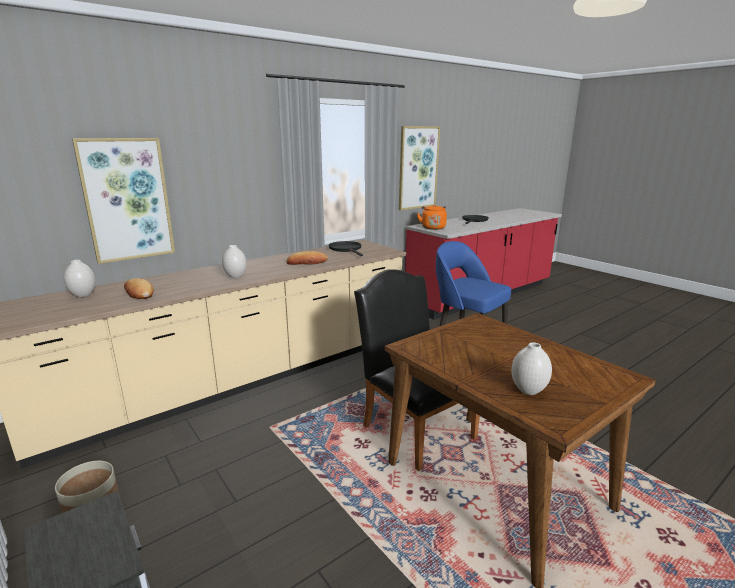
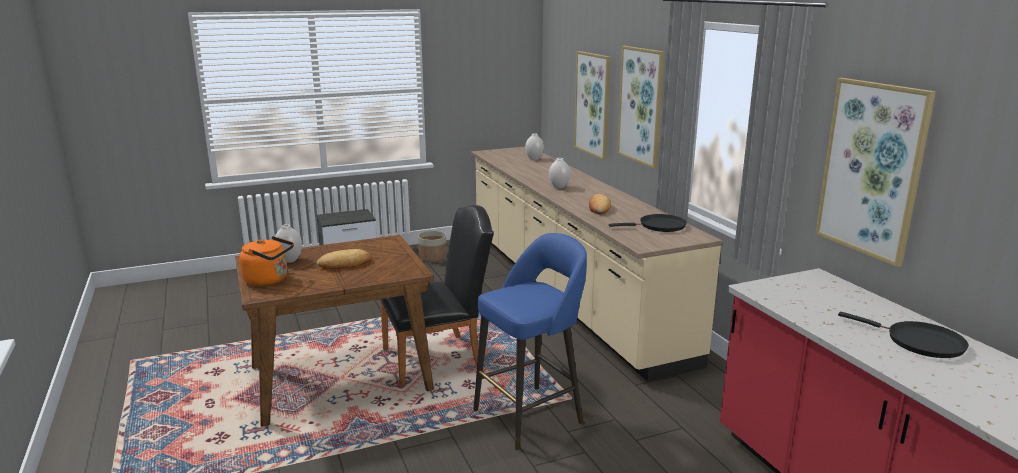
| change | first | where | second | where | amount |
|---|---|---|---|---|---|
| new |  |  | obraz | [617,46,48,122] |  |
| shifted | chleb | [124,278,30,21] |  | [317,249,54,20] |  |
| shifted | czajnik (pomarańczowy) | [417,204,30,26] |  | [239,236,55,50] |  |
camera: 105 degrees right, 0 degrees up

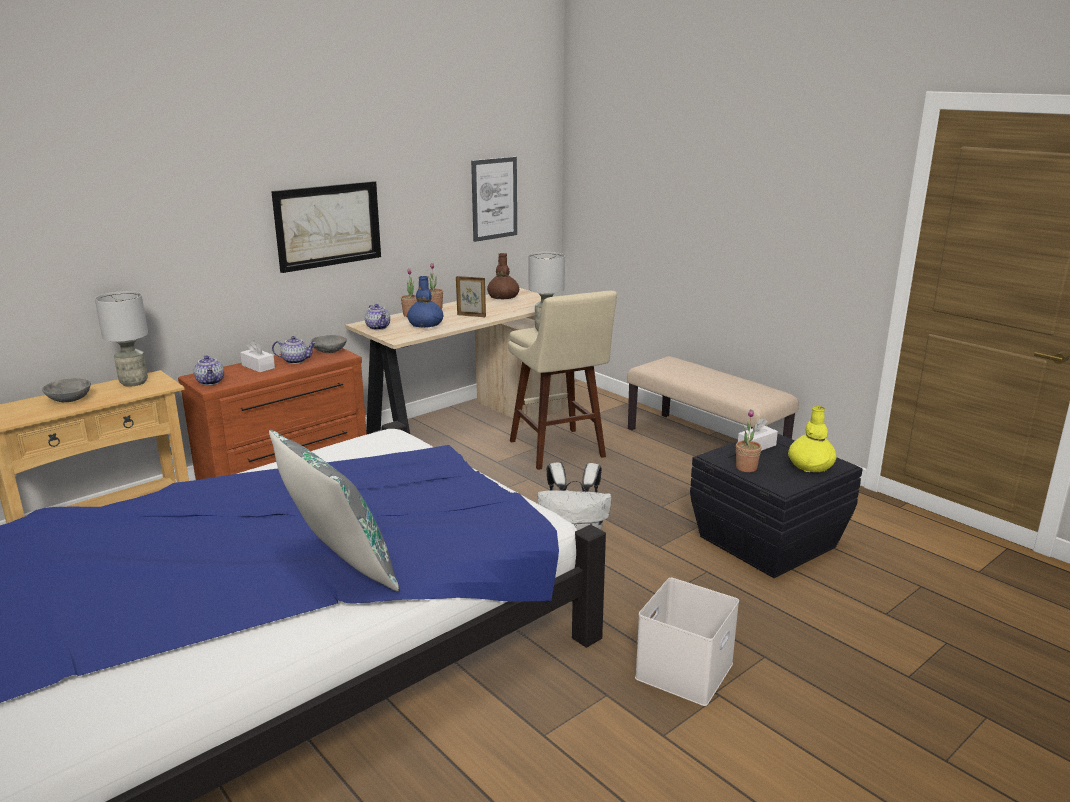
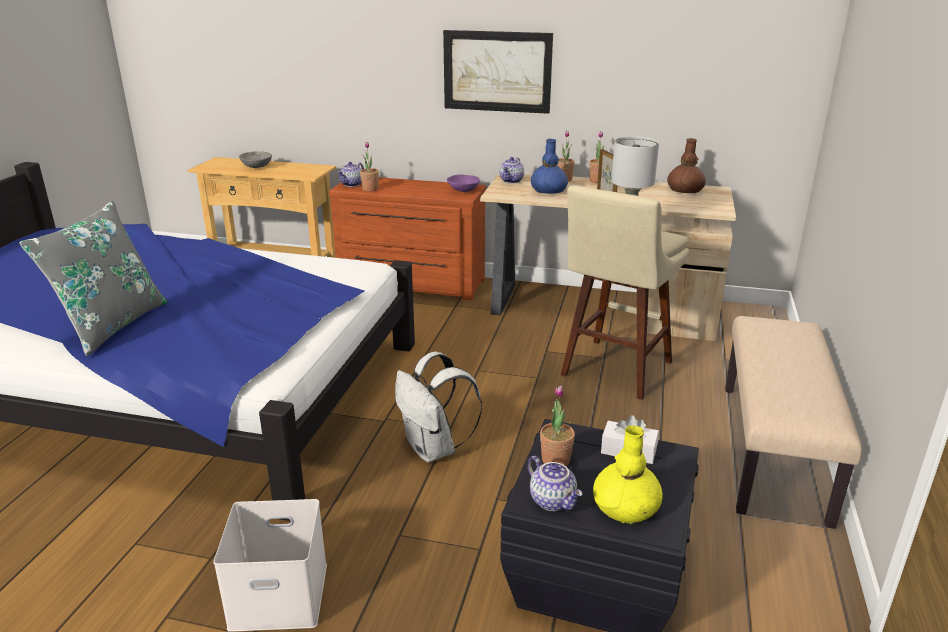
| change | first | where | second | where | amount |
|---|---|---|---|---|---|
| gone | lampa stołowa (szary) | [95,291,53,96] |  |  |  |
| gone | pudełko chusteczek (biały) | [240,340,35,32] |  |  |  |
| gone | obraz | [471,157,46,85] |  |  |  |
| new |  |  | roślina doniczkowa | [360,142,19,50] |  |
| shifted | imbryk | [272,336,44,28] |  | [527,456,55,55] |  |
| repainted | miska (szary) | [311,335,36,18] | miska (fioletowy) | [447,175,33,17] |  |
camera: 55 degrees right, 5 degrees up

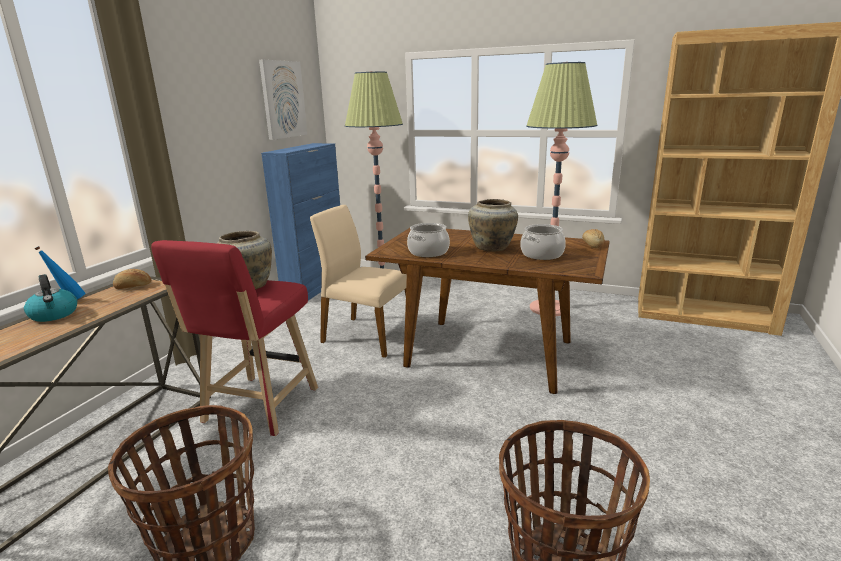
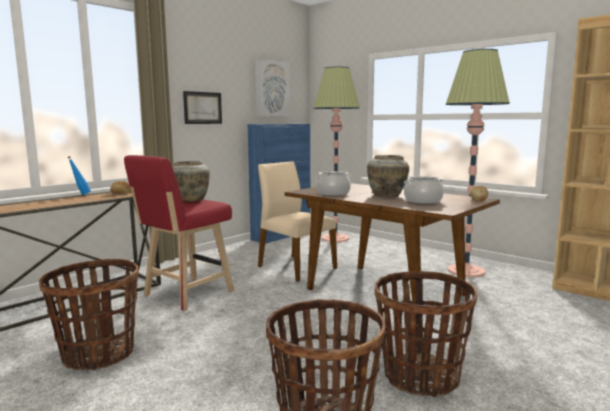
| change | first | where | second | where | amount |
|---|---|---|---|---|---|
| gone | czajnik | [24,274,53,48] |  |  |  |
| new |  |  | obraz | [183,91,39,33] |  |
| new |  |  | koszyk | [374,271,104,126] |  |
camera: 20 degrees right, 10 degrees down

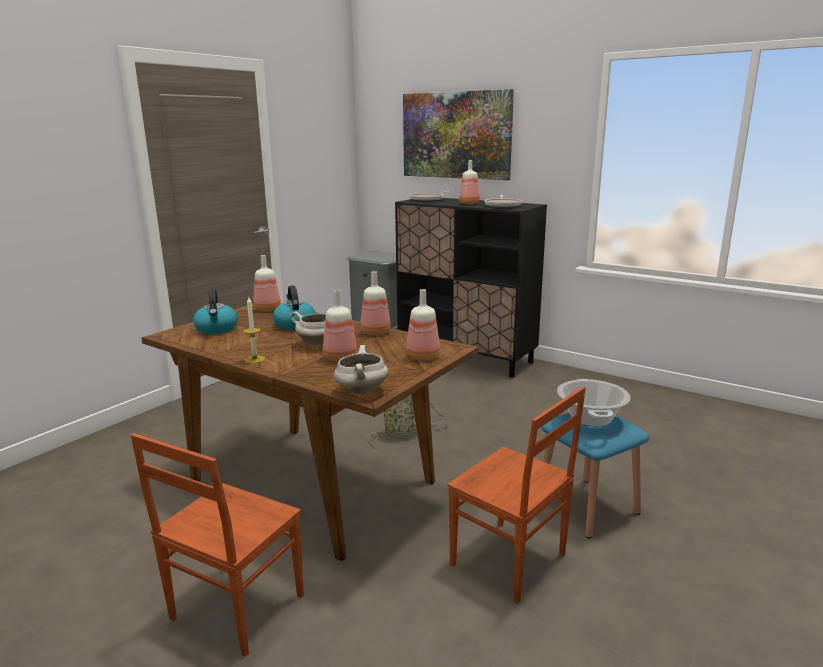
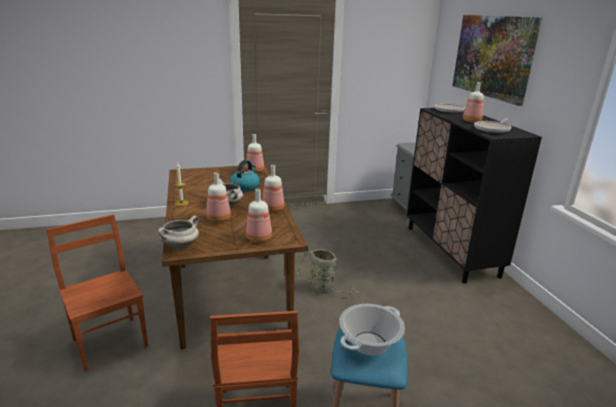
| change | first | where | second | where | amount |
|---|---|---|---|---|---|
| gone | czajnik | [193,289,45,45] |  |  |  |
| rotated | krzesło (brązowy) | [131,433,173,224] |  | [46,214,102,158] | 75 degrees clockwise |
camera: 40 degrees right, 5 degrees up

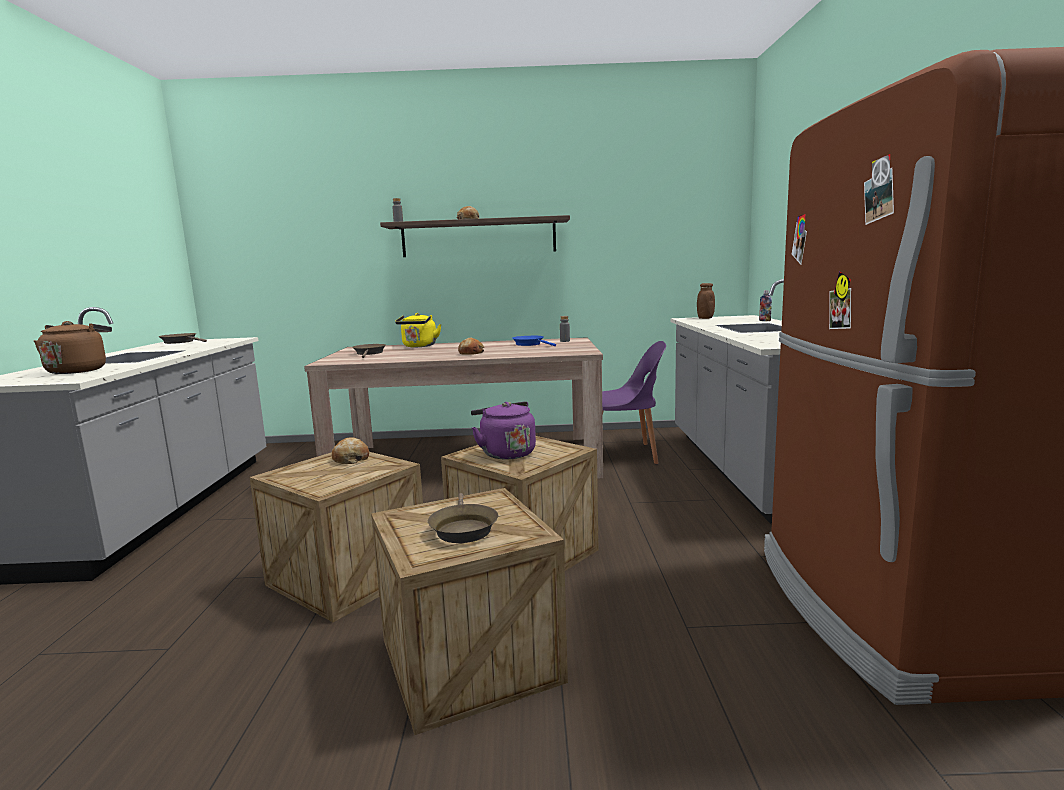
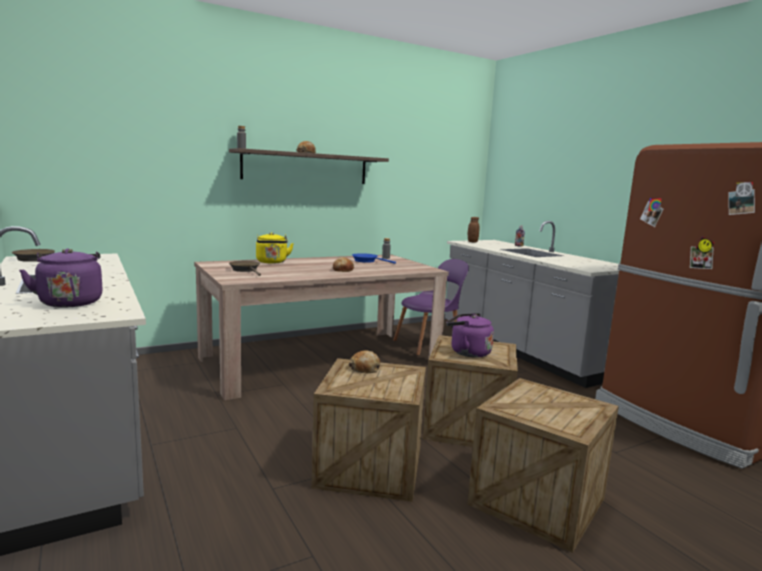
| change | first | where | second | where | amount |
|---|---|---|---|---|---|
| gone | patelnia (brązowy) | [428,493,70,50] |  |  |  |
| repainted | czajnik (brązowy) | [34,321,78,53] | czajnik (fioletowy) | [19,248,84,59] |  |
camera: 30 degrees left, 0 degrees up

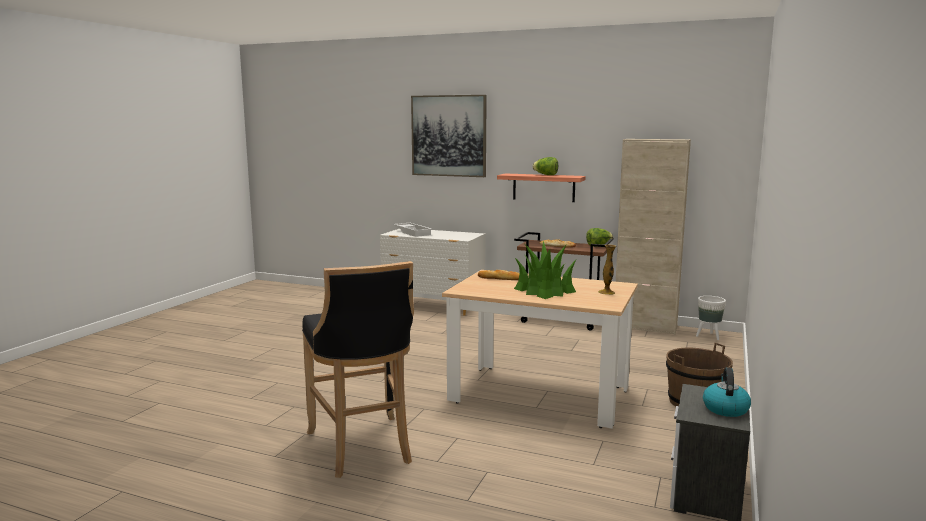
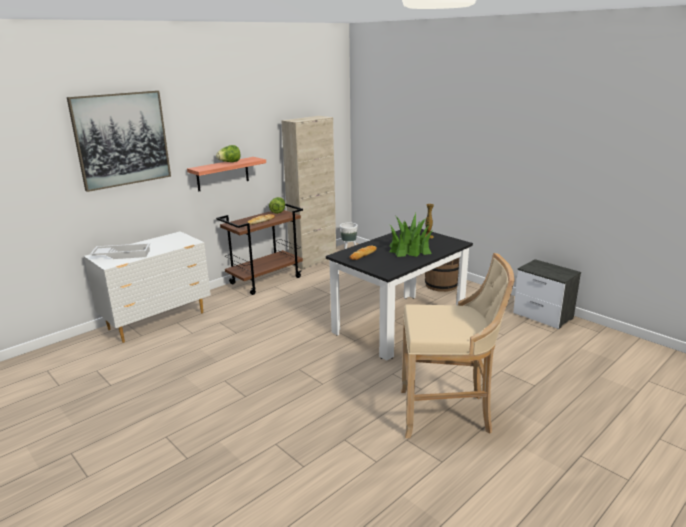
| change | first | where | second | where | amount |
|---|---|---|---|---|---|
| gone | czajnik | [703,367,48,50] |  |  |  |
| repainted | stołek (czarny) | [302,261,112,217] | stołek (beżowy) | [401,253,114,185] |  |
| repainted | stół jadalny (beżowy) | [442,270,196,159] | stół jadalny (czarny) | [326,226,147,135] |  |
camera: 65 degrees left, 10 degrees up

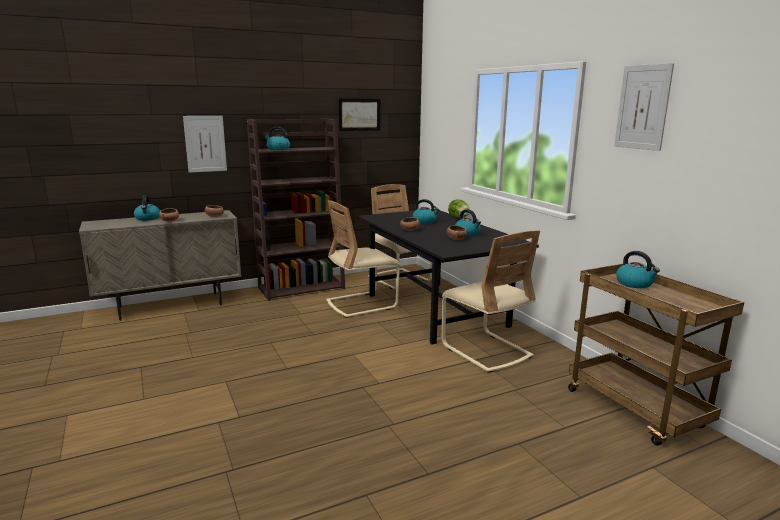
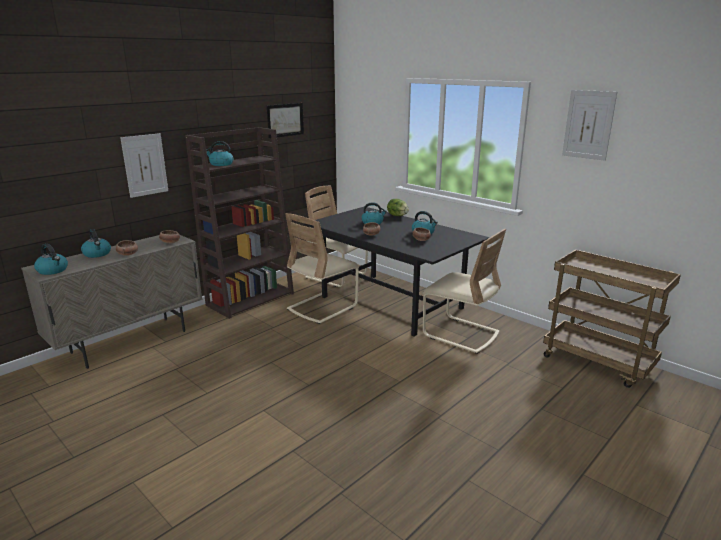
| change | first | where | second | where | amount |
|---|---|---|---|---|---|
| shifted | czajnik | [616,251,44,37] |  | [34,244,34,31] |  |
camera: 20 degrees left, 5 degrees up

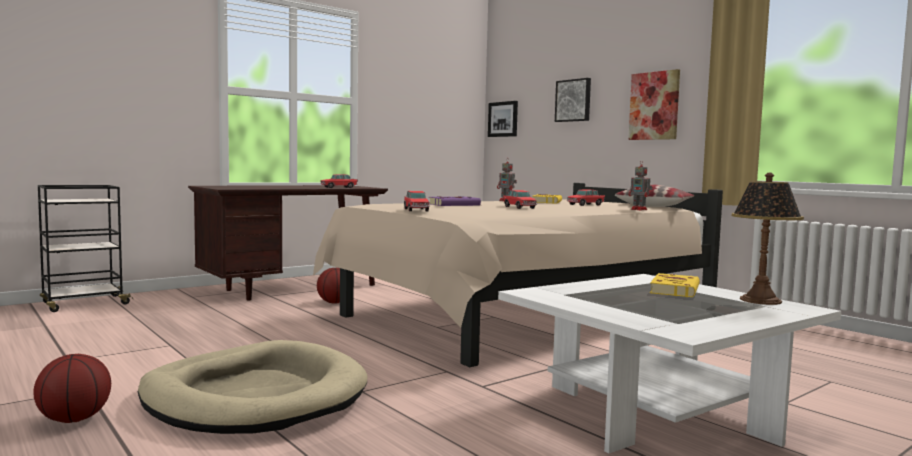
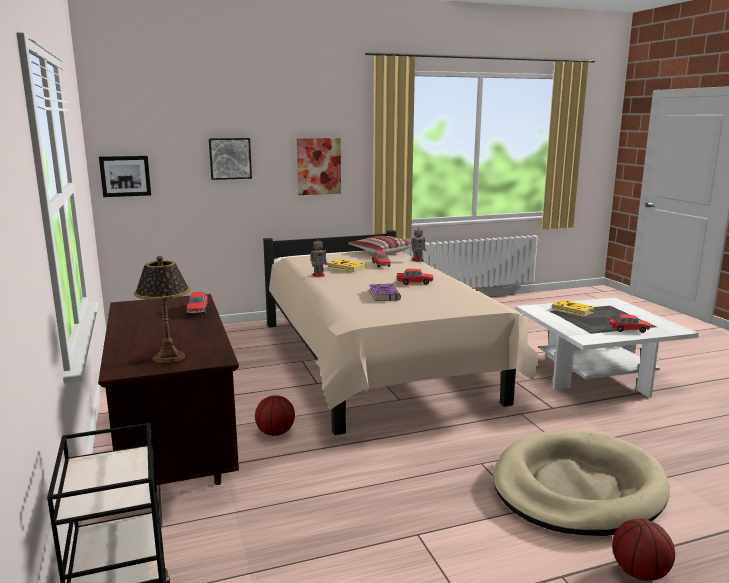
| change | first | where | second | where | amount |
|---|---|---|---|---|---|
| shifted | samochodzik | [404,191,25,20] |  | [609,314,42,19] |  |
| shifted | lampa stołowa | [732,173,72,132] |  | [134,256,57,107] |  |
camera: 70 degrees left, 10 degrees up

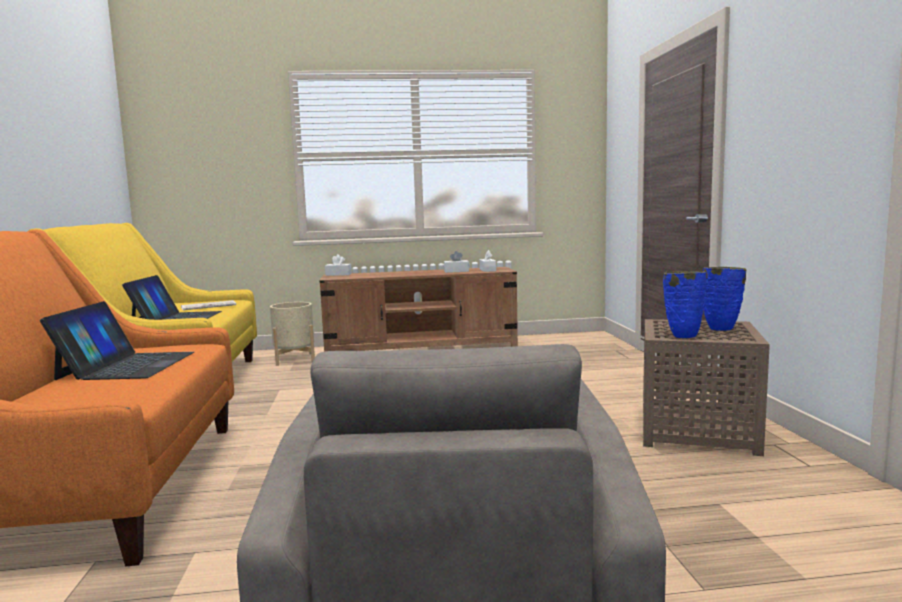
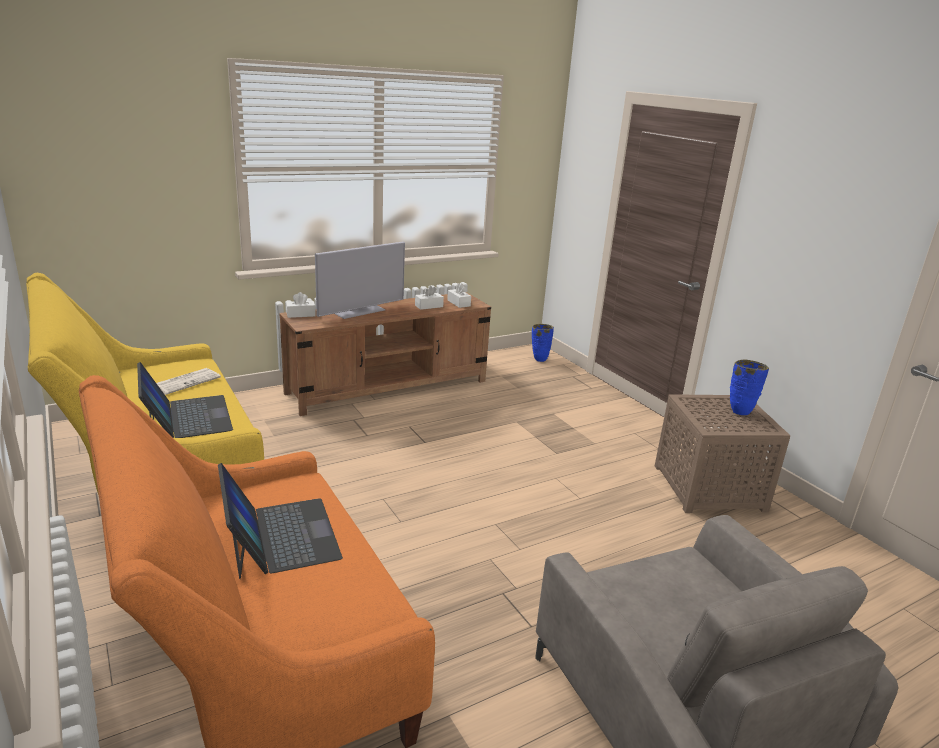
| change | first | where | second | where | amount |
|---|---|---|---|---|---|
| gone | donica (beżowy) | [270,302,45,64] |  |  |  |
| new |  |  | telewizor | [315,242,90,77] |  |
| shifted | wazon (niebieski) | [663,271,43,67] |  | [532,324,22,38] |  |
camera: 25 degrees left, 15 degrees up

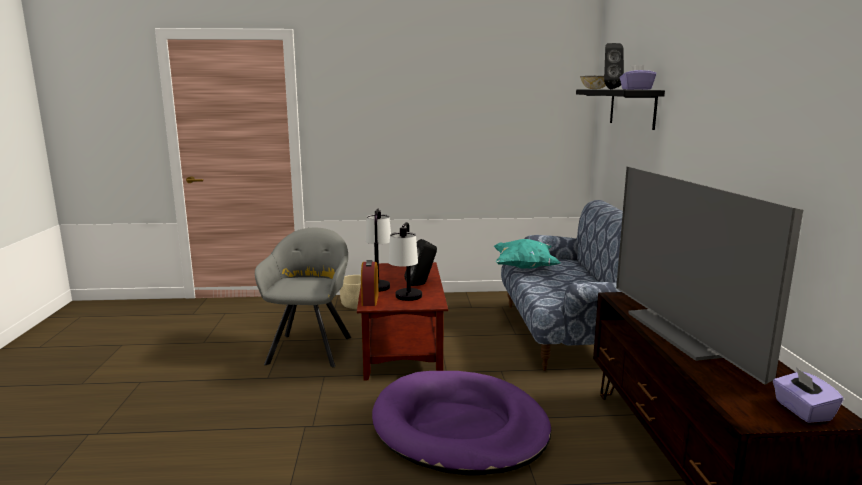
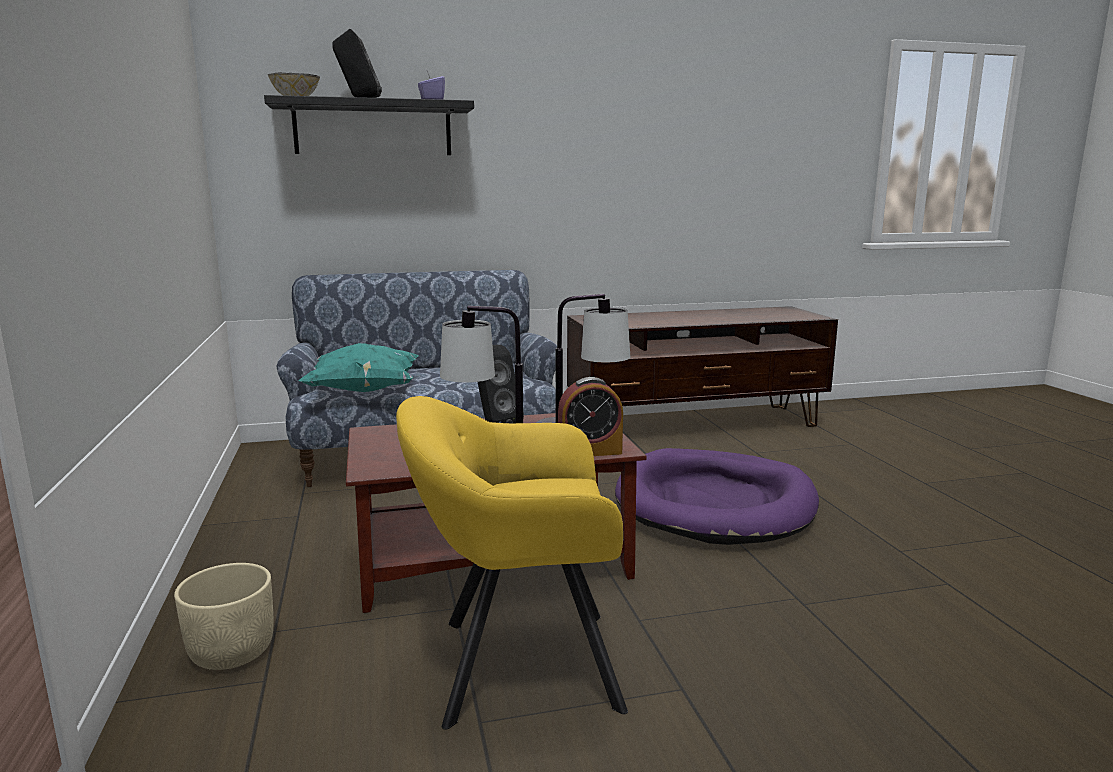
| change | first | where | second | where | amount |
|---|---|---|---|---|---|
| gone | telewizor | [616,166,187,219] |  |  |  |
| gone | pudełko chusteczek (fioletowy) | [773,367,71,56] |  |  |  |
| repainted | fotel (szary) | [255,228,96,140] | fotel (żółty) | [396,396,232,333] |  |
camera: 100 degrees left, 0 degrees up

